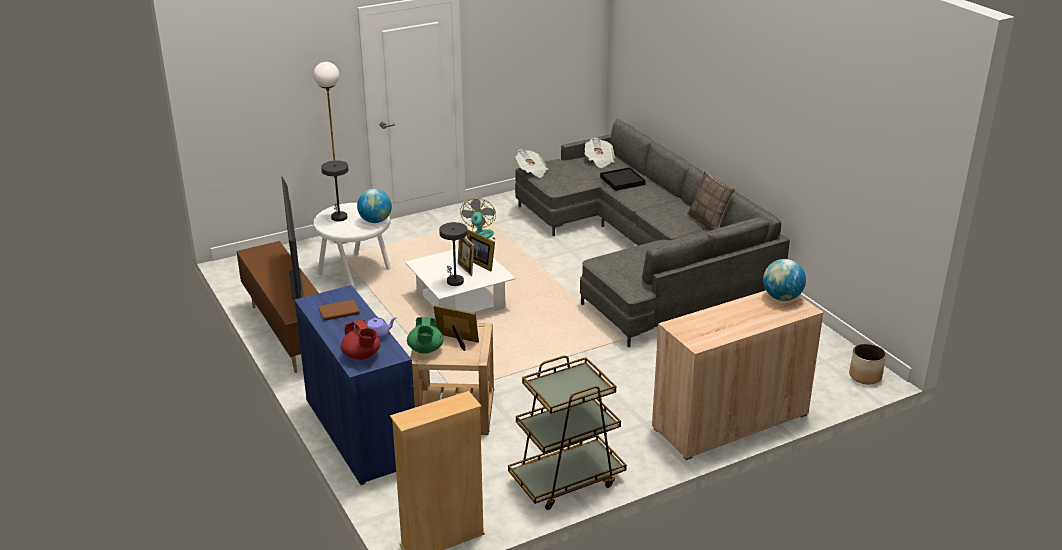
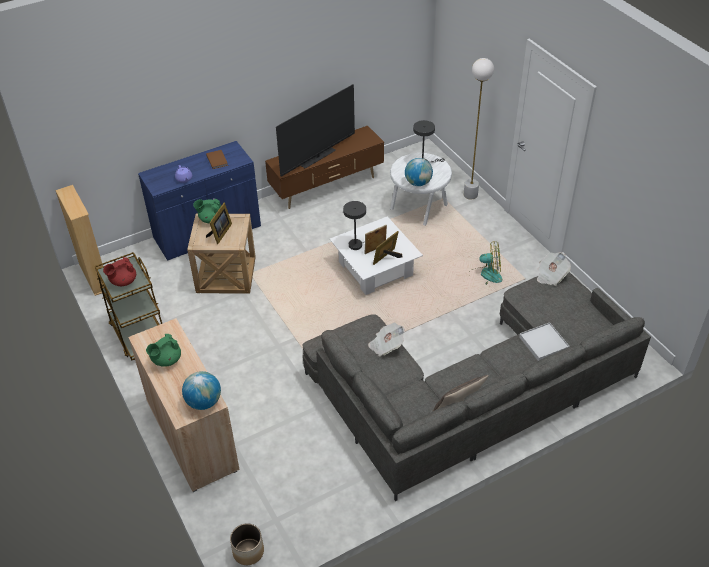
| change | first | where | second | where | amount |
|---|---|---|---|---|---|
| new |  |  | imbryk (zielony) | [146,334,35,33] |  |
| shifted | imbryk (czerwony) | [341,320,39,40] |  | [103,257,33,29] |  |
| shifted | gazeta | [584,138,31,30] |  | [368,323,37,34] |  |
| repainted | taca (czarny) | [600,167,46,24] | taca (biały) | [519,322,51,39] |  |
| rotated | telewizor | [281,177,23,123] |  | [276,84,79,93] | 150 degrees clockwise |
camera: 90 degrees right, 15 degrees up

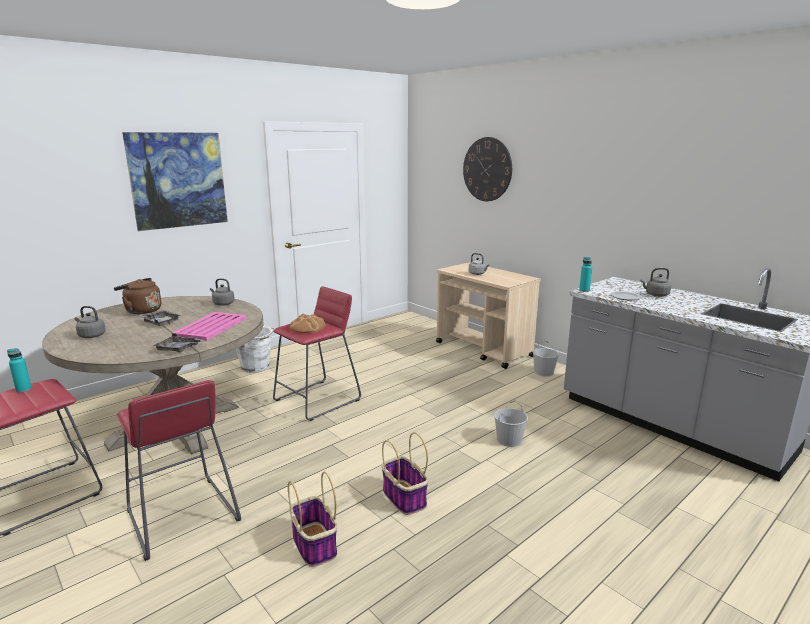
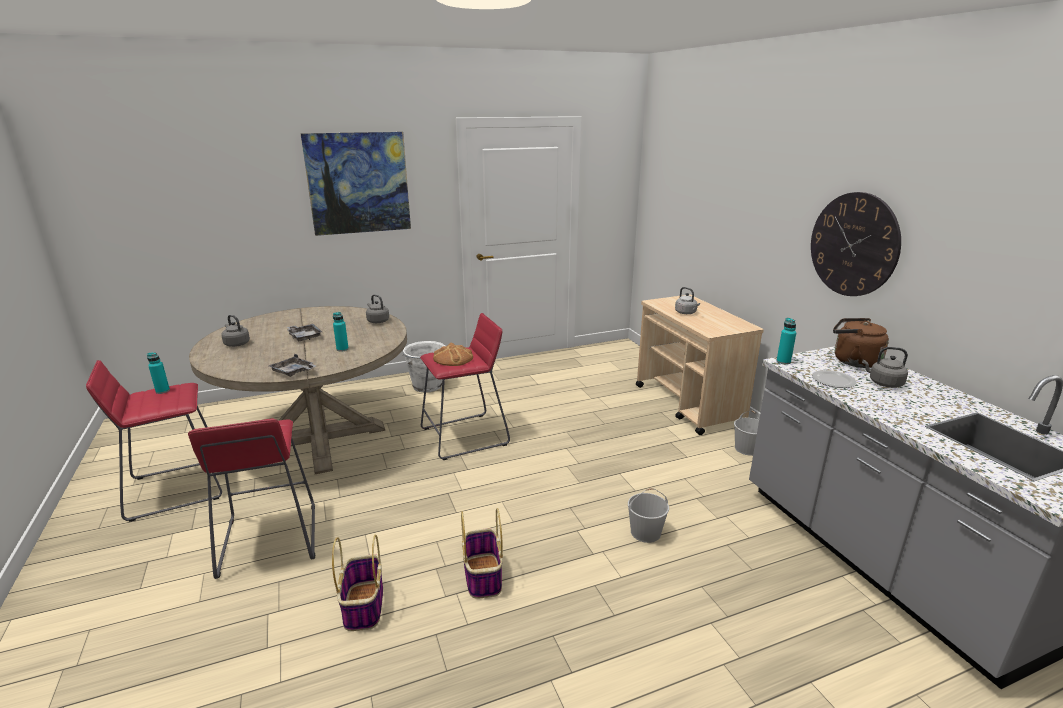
| change | first | where | second | where | amount |
|---|---|---|---|---|---|
| shifted | czajnik (brązowy) | [114,278,47,36] |  | [833,318,56,50] |  |
| shifted | zegar ścienny | [463,137,49,64] |  | [811,192,90,104] |  |
| swapped | taca (różowy) | [173,312,74,29] | butelka (turkusowy) | [333,312,16,39] |  |
camera: 20 degrees right, 5 degrees up

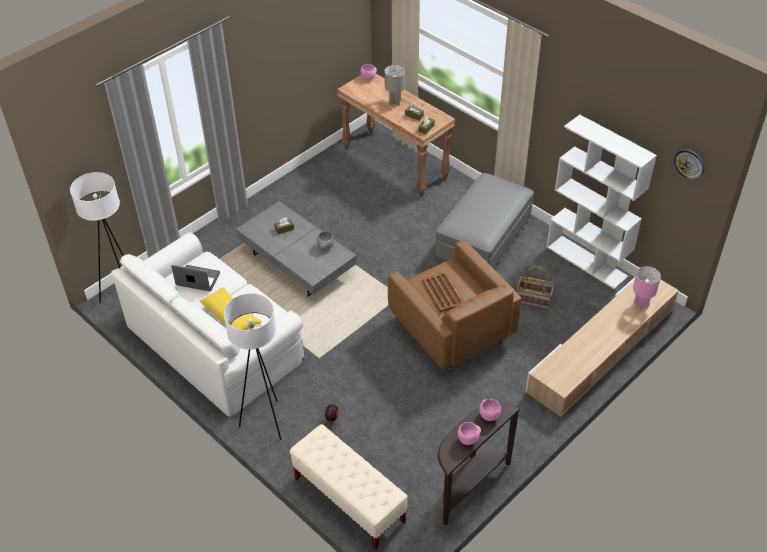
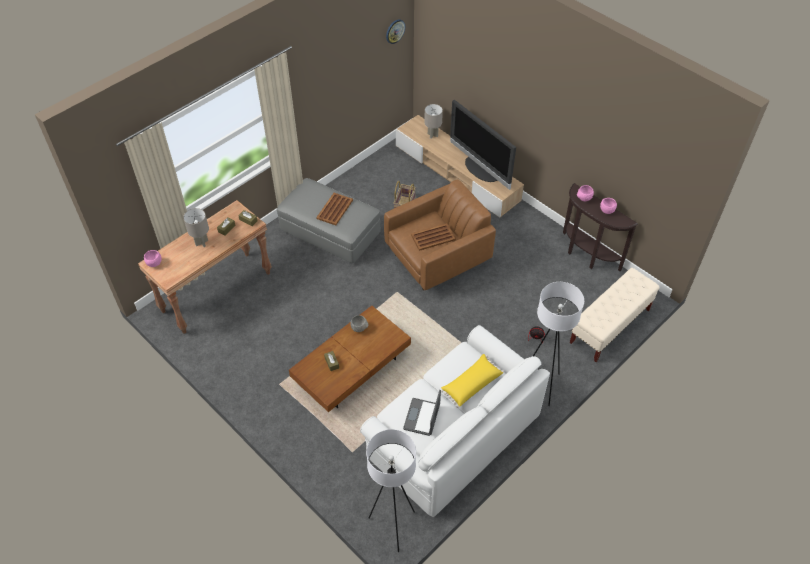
| change | first | where | second | where | amount |
|---|---|---|---|---|---|
| gone | regał (biały) | [546,115,111,174] |  |  |  |
| new |  |  | taca (brązowy) | [316,193,37,32] |  |
| new |  |  | telewizor | [450,100,66,90] |  |
| repainted | ława (szary) | [236,201,121,95] | ława (brązowy) | [289,306,122,106] |  |
| repainted | lampa stołowa (różowy) | [633,266,28,44] | lampa stołowa (szary) | [424,104,19,35] |  |
camera: 90 degrees left, 5 degrees up

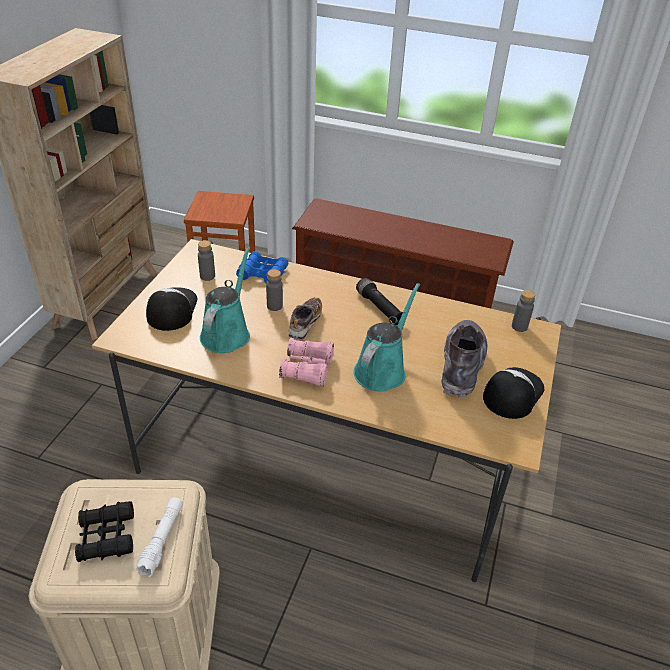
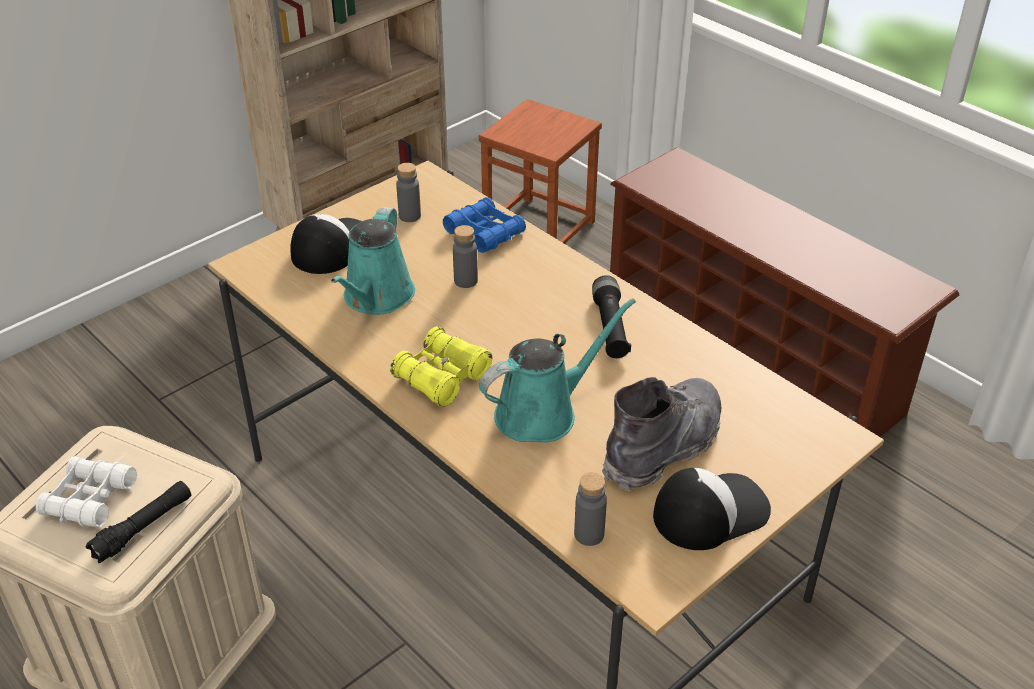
| change | first | where | second | where | amount |
|---|---|---|---|---|---|
| gone | but | [289,297,33,42] |  |  |  |
| shifted | butelka (szary) | [512,290,23,42] |  | [574,472,33,74] |  |
| repainted | lornetka (czarny) | [75,501,59,61] | lornetka (biały) | [36,456,101,71] |  |
| repainted | latarka (biały) | [135,497,48,80] | latarka (czarny) | [86,481,105,83] |  |
| repainted | lornetka (różowy) | [279,337,55,49] | lornetka (żółty) | [390,326,102,81] |  |
| rotated | konewka (turkusowy) | [200,247,50,106] |  | [331,207,84,108] | 150 degrees clockwise |
camera: 30 degrees right, 0 degrees up

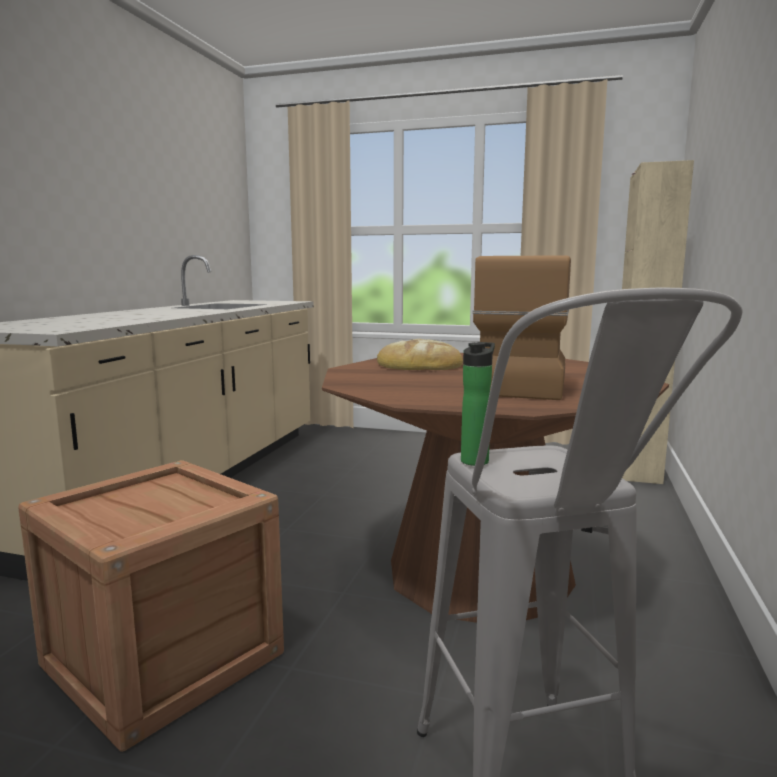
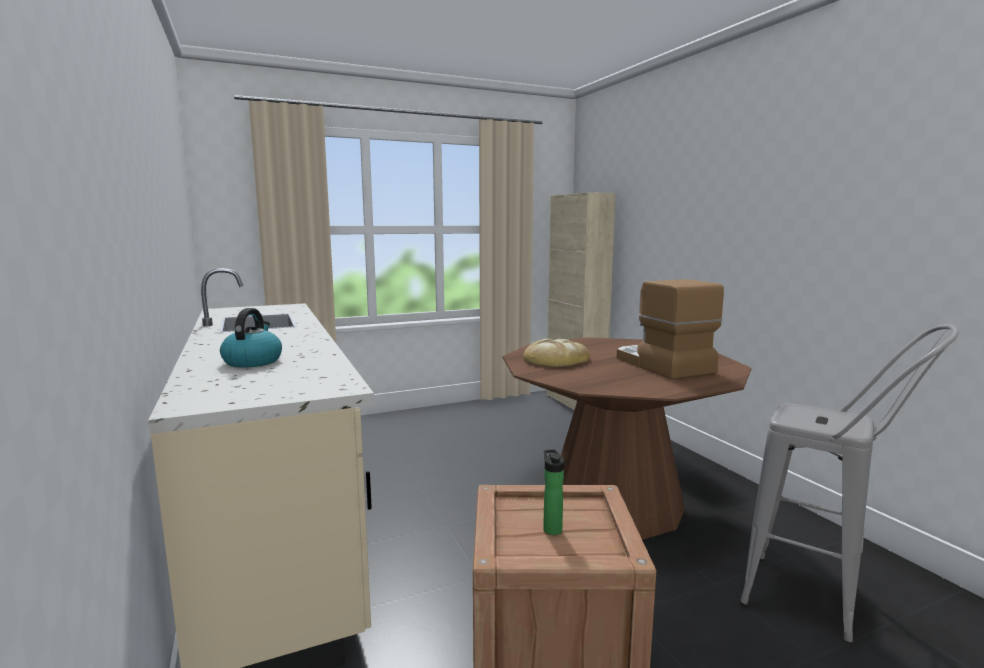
| change | first | where | second | where | amount |
|---|---|---|---|---|---|
| new |  |  | czajnik | [220,308,62,60] |  |
| shifted | butelka | [461,342,34,124] |  | [543,449,21,86] |  |
camera: 40 degrees left, 0 degrees up

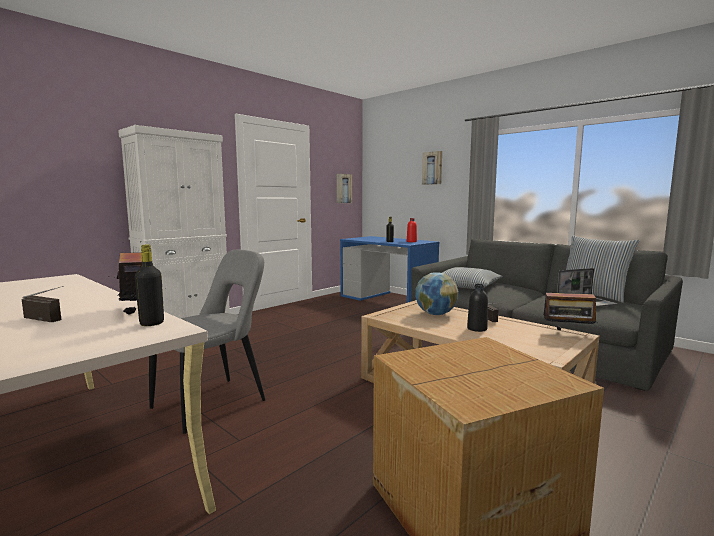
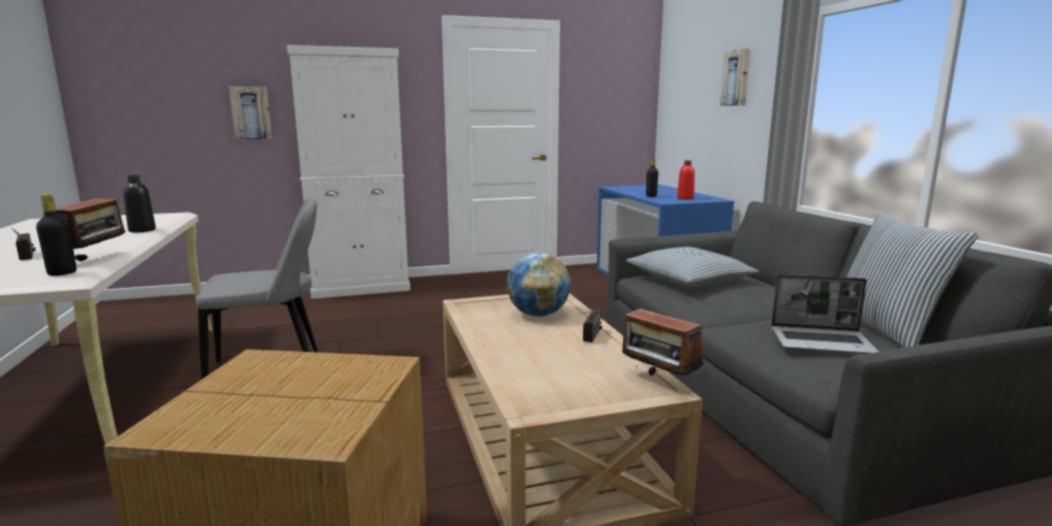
| change | first | where | second | where | amount |
|---|---|---|---|---|---|
| shifted | obraz | [337,174,15,29] |  | [229,86,43,53] |  |
| shifted | butelka (czarny) | [467,284,21,48] |  | [123,175,33,58] |  |
camera: 30 degrees right, 5 degrees up

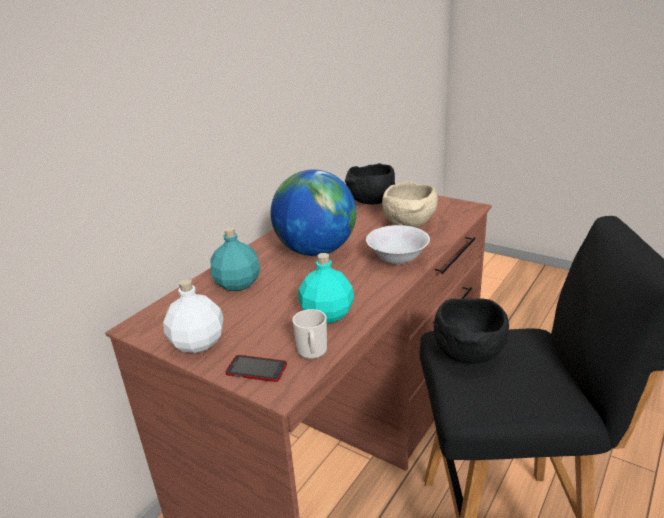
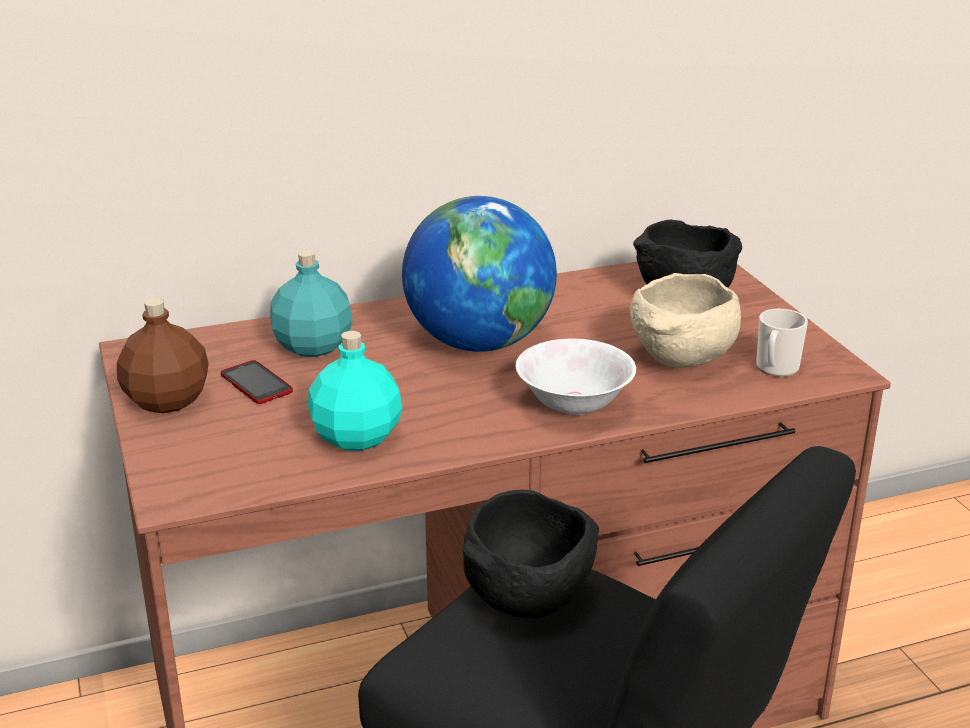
| change | first | where | second | where | amount |
|---|---|---|---|---|---|
| shifted | telefon | [226,355,61,27] |  | [221,360,72,44] |  |
| shifted | kubek | [293,309,34,50] |  | [756,309,52,68] |  |
| repainted | butelka (biały) | [163,279,61,74] | butelka (brązowy) | [117,298,92,115] |  |
camera: 35 degrees right, 0 degrees up

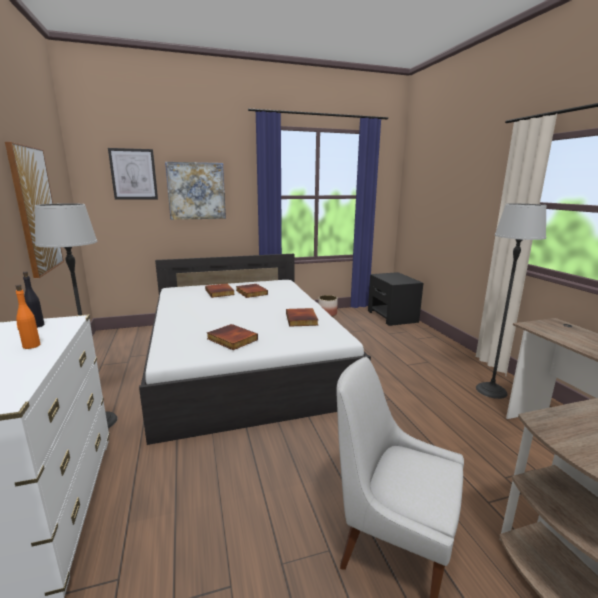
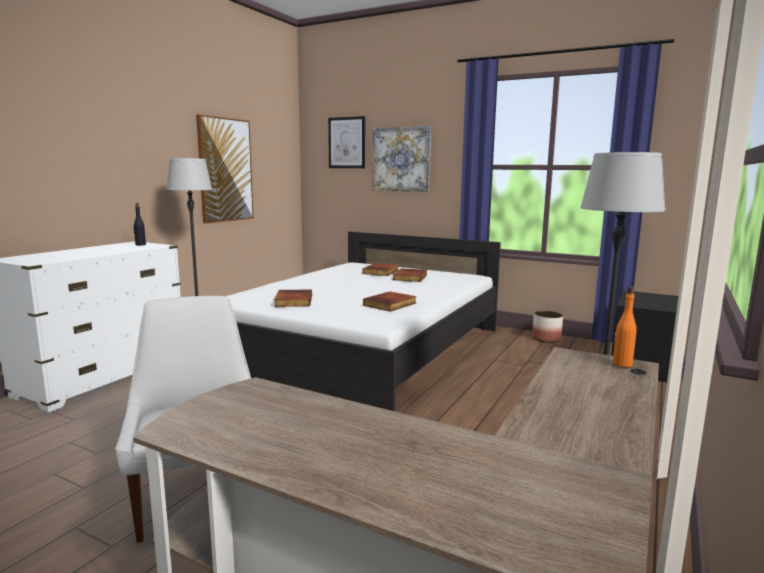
| change | first | where | second | where | amount |
|---|---|---|---|---|---|
| shifted | butelka (pomarańczowy) | [16,285,24,64] |  | [613,287,24,80] |  |
camera: 45 degrees right, 5 degrees down

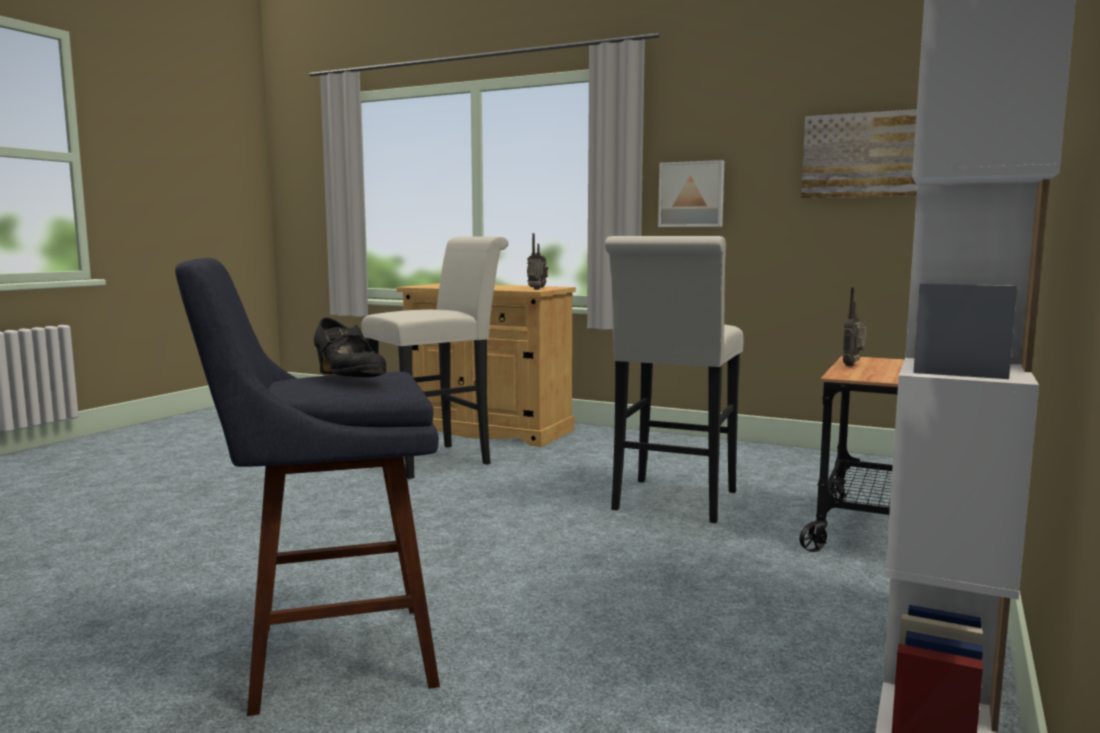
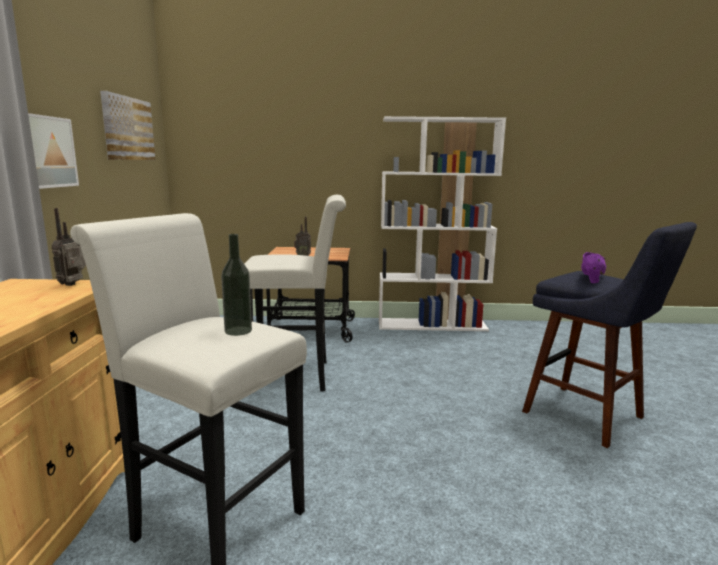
| change | first | where | second | where | amount |
|---|---|---|---|---|---|
| new |  |  | butelka | [221,234,31,102] |  |
| repainted | but (czarny) | [314,318,72,60] | but (fioletowy) | [581,252,25,31] |  |
camera: 115 degrees left, 5 degrees up

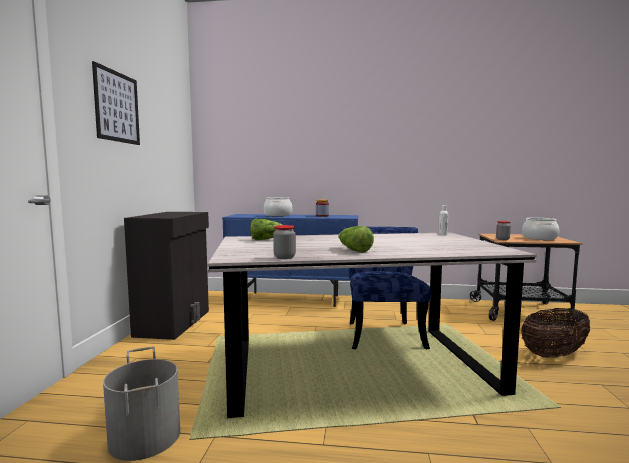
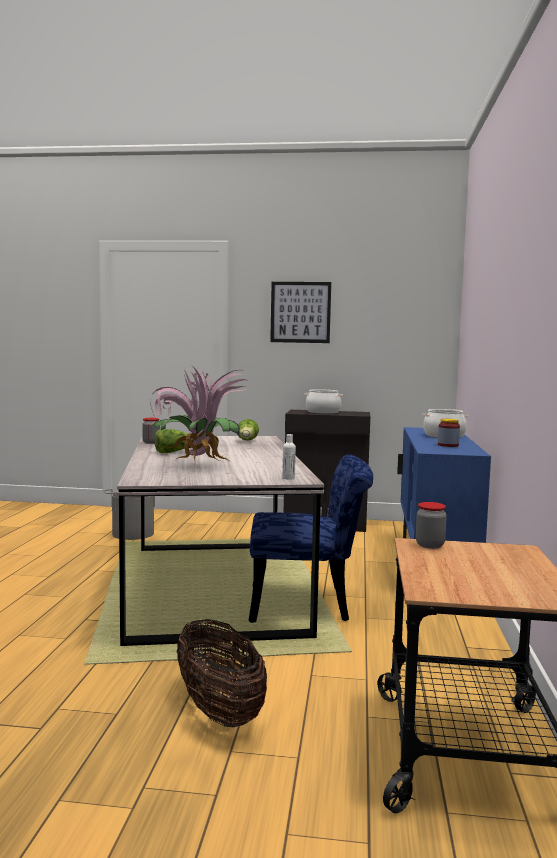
| change | first | where | second | where | amount |
|---|---|---|---|---|---|
| new |  |  | roślina doniczkowa | [150,365,97,99] |  |
| shifted | garnek | [522,218,37,22] |  | [305,390,38,24] |  |
camera: 90 degrees right, 0 degrees up

